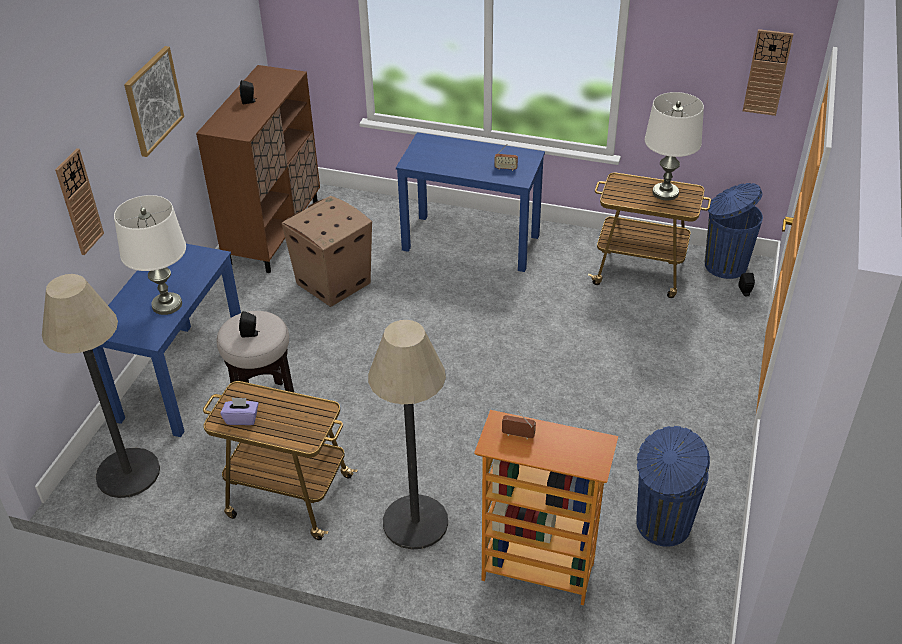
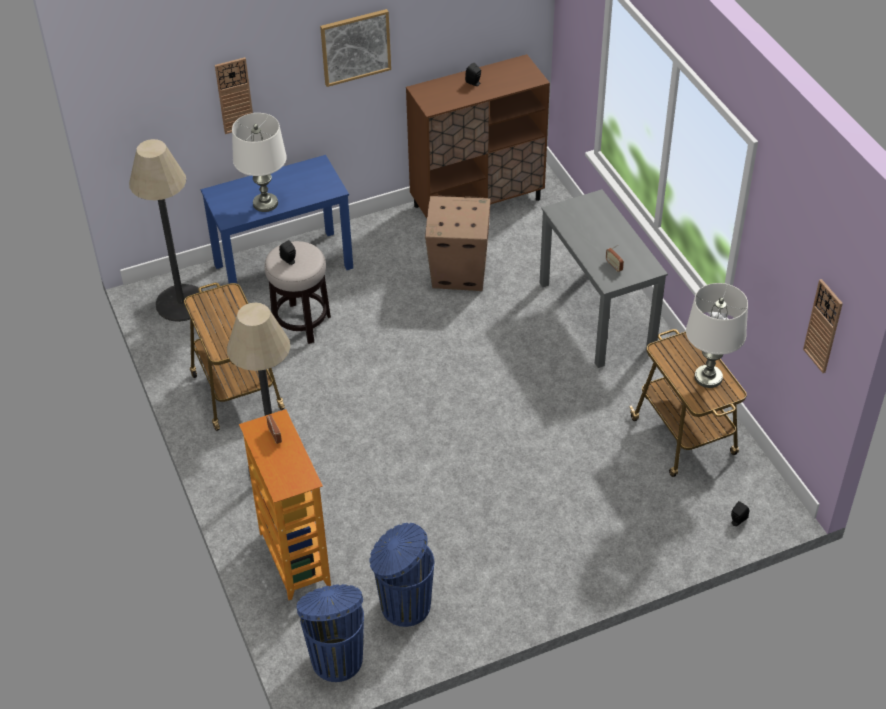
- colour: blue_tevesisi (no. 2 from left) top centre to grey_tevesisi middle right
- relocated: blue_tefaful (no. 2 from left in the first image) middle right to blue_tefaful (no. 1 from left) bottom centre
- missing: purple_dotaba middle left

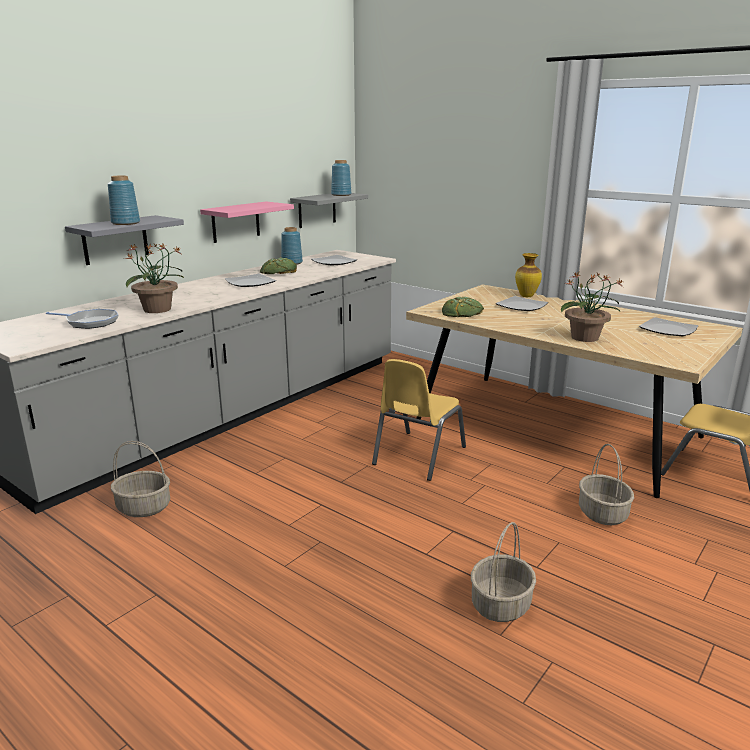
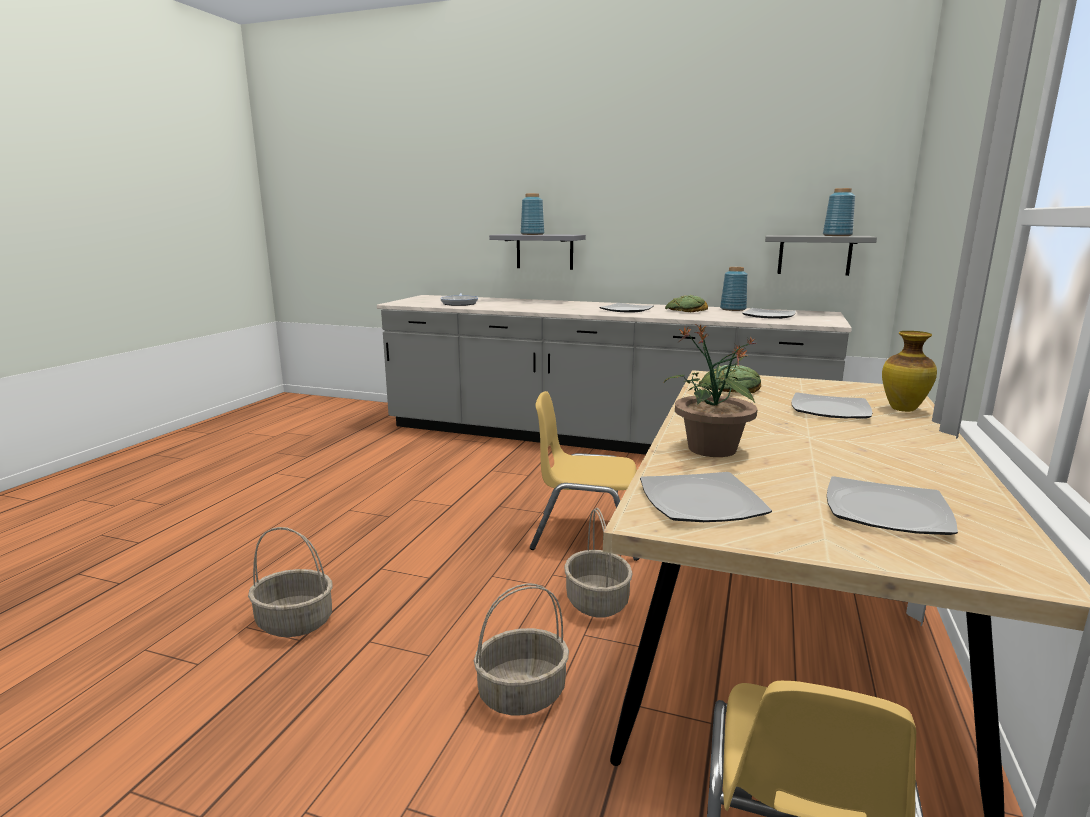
- missing: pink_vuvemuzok top left
- missing: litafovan (no. 1 from left) middle left
- relocated: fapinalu (no. 1 from left in the first image) middle left to fapinalu (no. 3 from left) bottom centre
- appeared: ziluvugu (no. 2 from left) centre

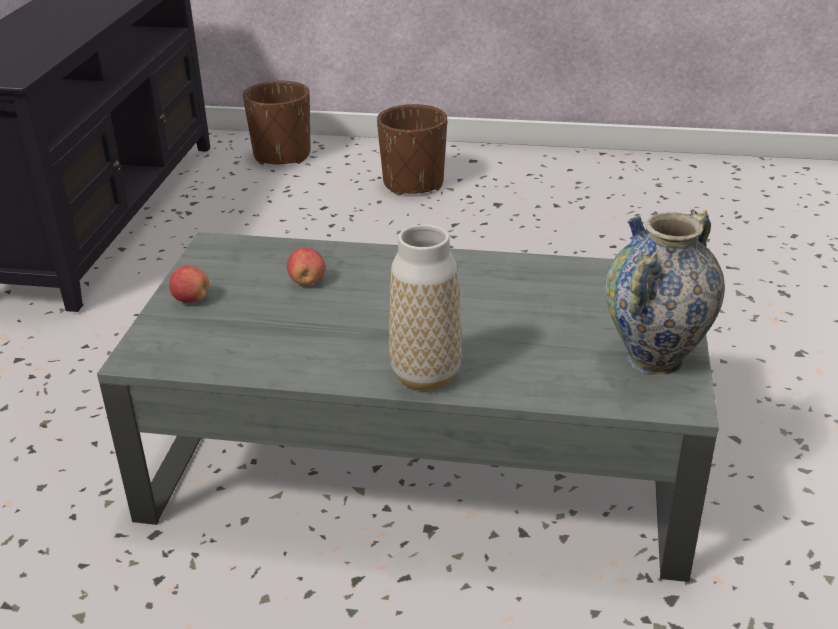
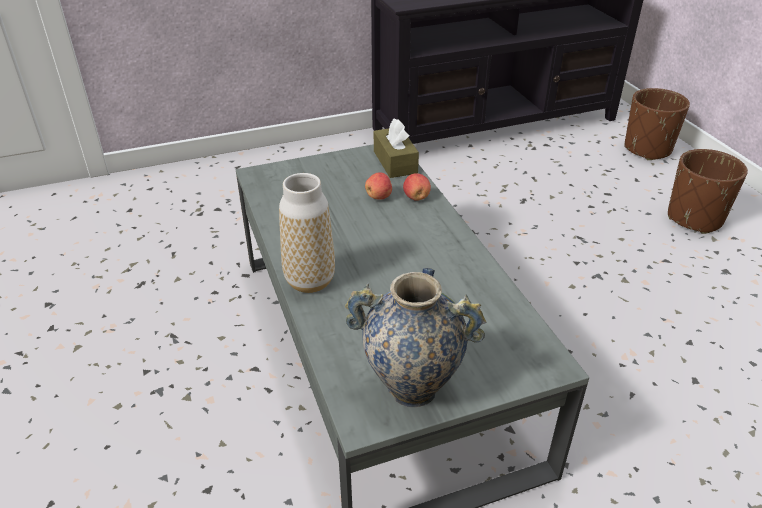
- relocated: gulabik (no. 1 from left in the first image) middle left to gulabik (no. 2 from left) centre
- appeared: brown_dotaba top centre

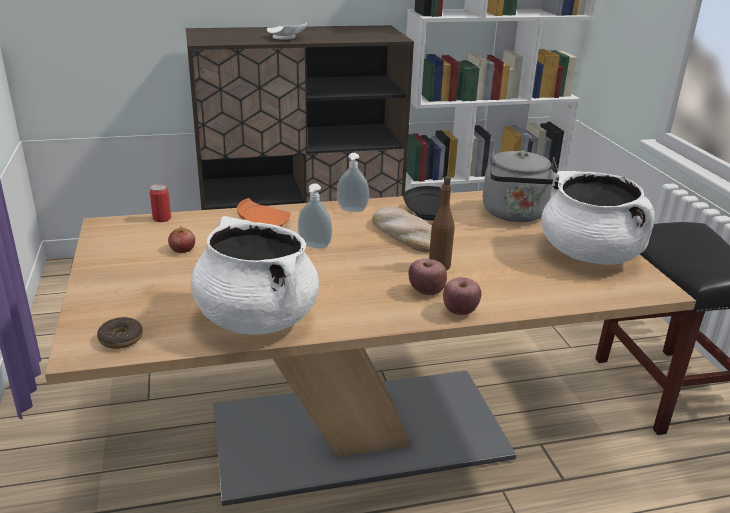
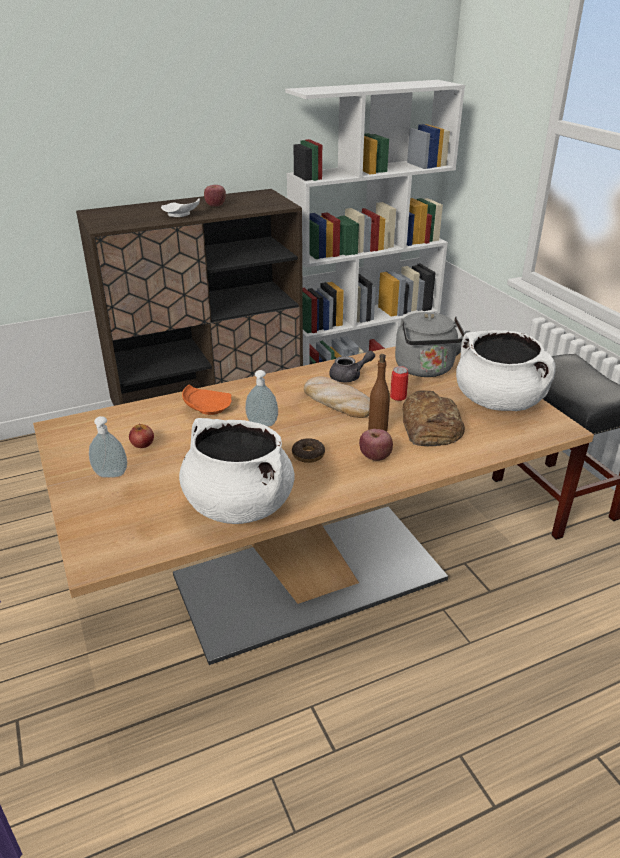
- relocated: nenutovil (no. 2 from left in the first image) centre to nenutovil (no. 1 from left) middle left
- relocated: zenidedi middle left to centre
- exchanged: black_ziluvugu centre to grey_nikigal centre
- relocated: gulabik (no. 3 from left in the first image) centre to gulabik (no. 2 from left) top centre
- relocated: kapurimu middle left to centre
- appeared: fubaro (no. 2 from left) middle right

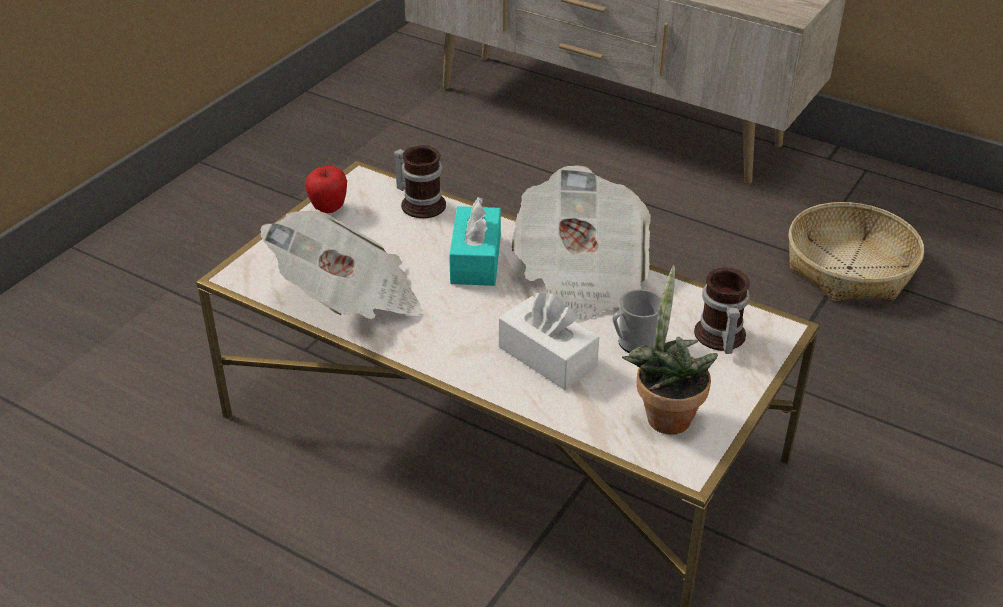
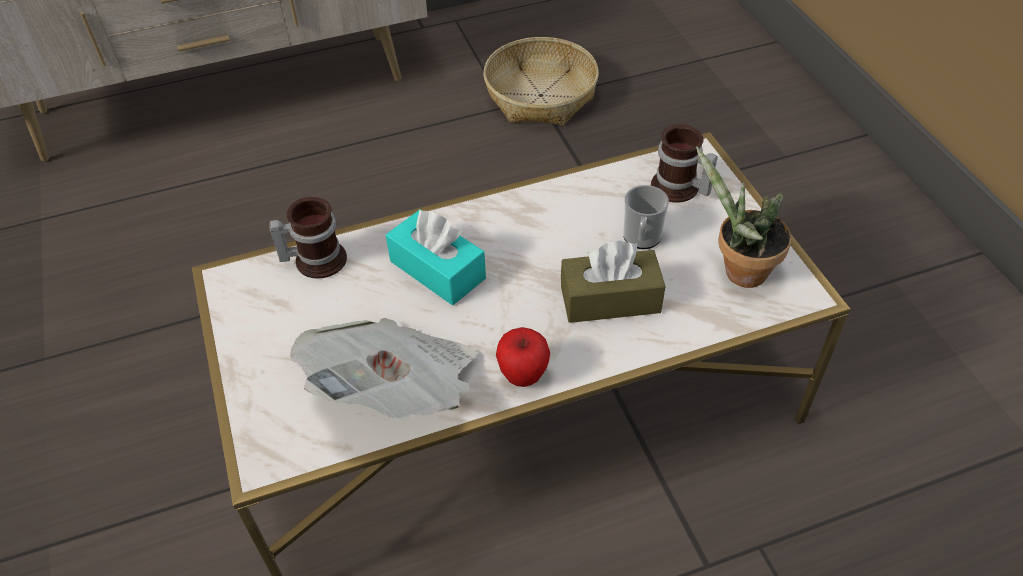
- missing: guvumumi (no. 2 from left) centre
- relocated: gulabik top left to centre
- colour: white_dotaba centre to brown_dotaba centre

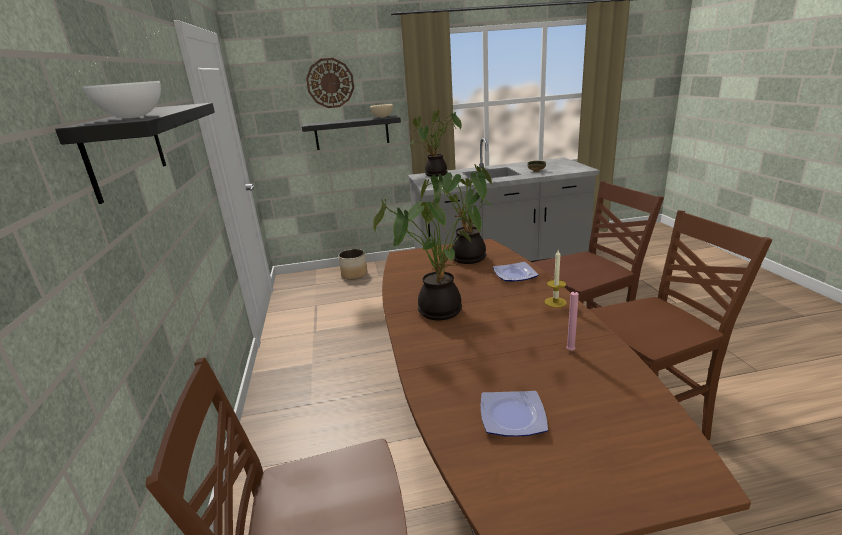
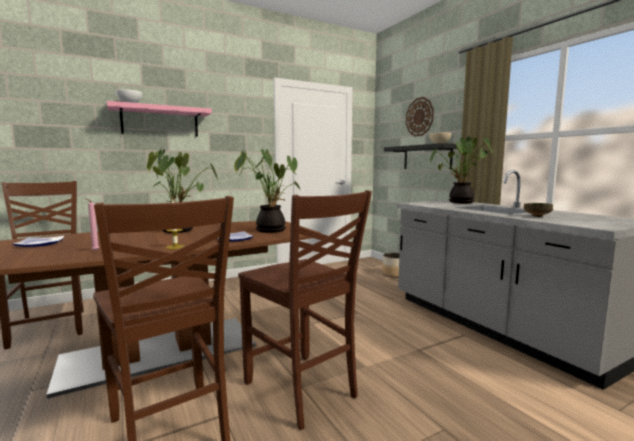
- colour: black_vuvemuzok (no. 1 from left) top left to pink_vuvemuzok top left

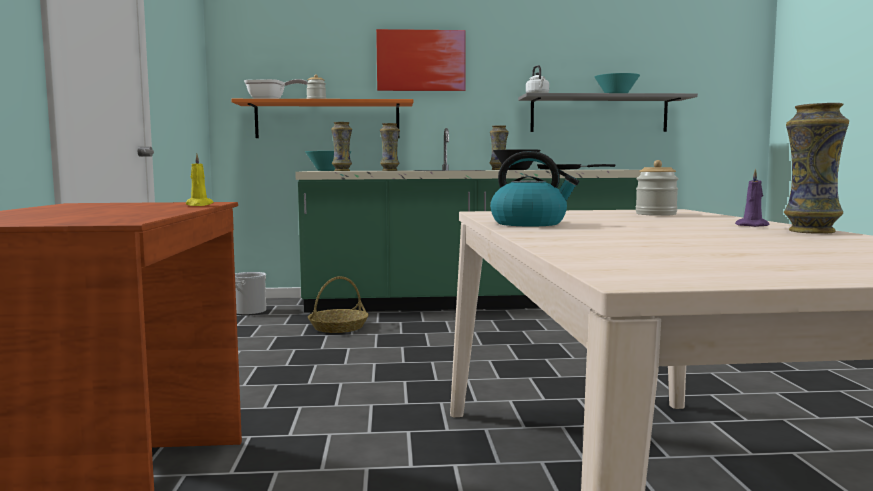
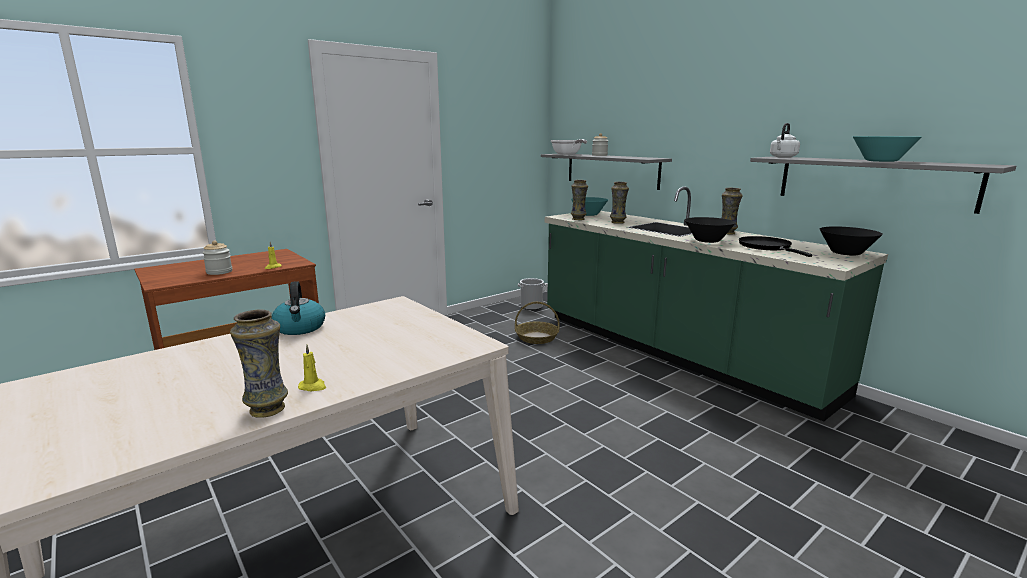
- missing: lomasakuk top centre
- colour: orange_vuvemuzok top centre to grey_vuvemuzok (no. 1 from left) top centre
- relocated: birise (no. 2 from left in the first image) middle right to birise (no. 1 from left) middle left
- colour: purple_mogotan middle right to yellow_mogotan (no. 2 from left) middle left
- appeared: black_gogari (no. 2 from left) middle right

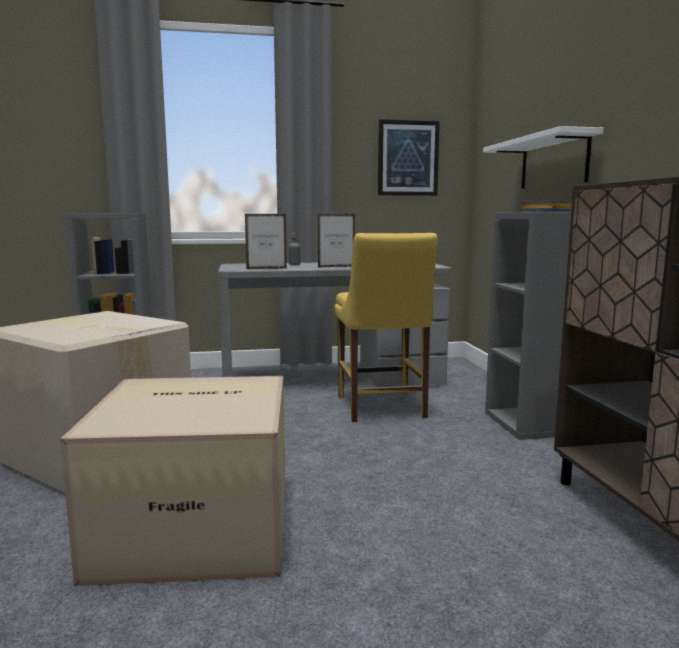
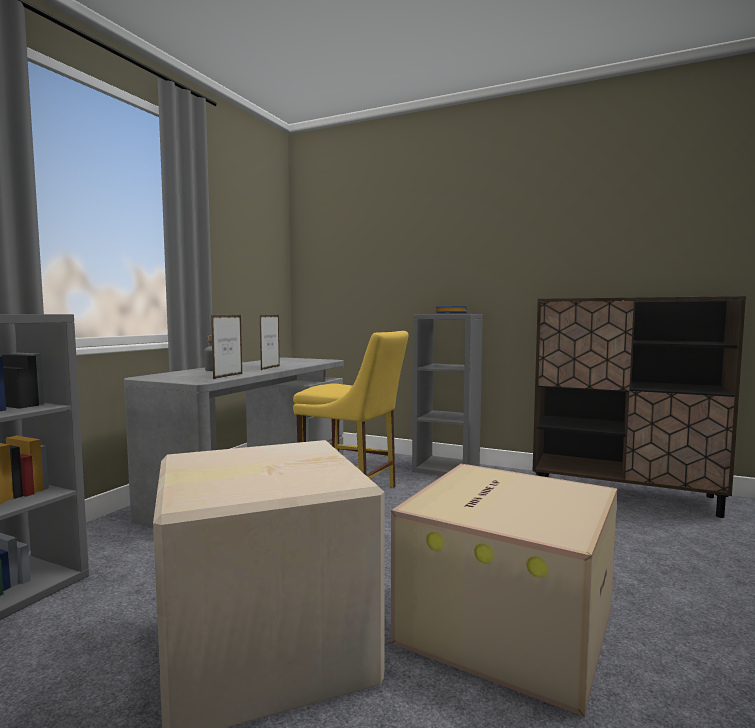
- missing: lomasakuk top centre
- missing: white_vuvemuzok top right

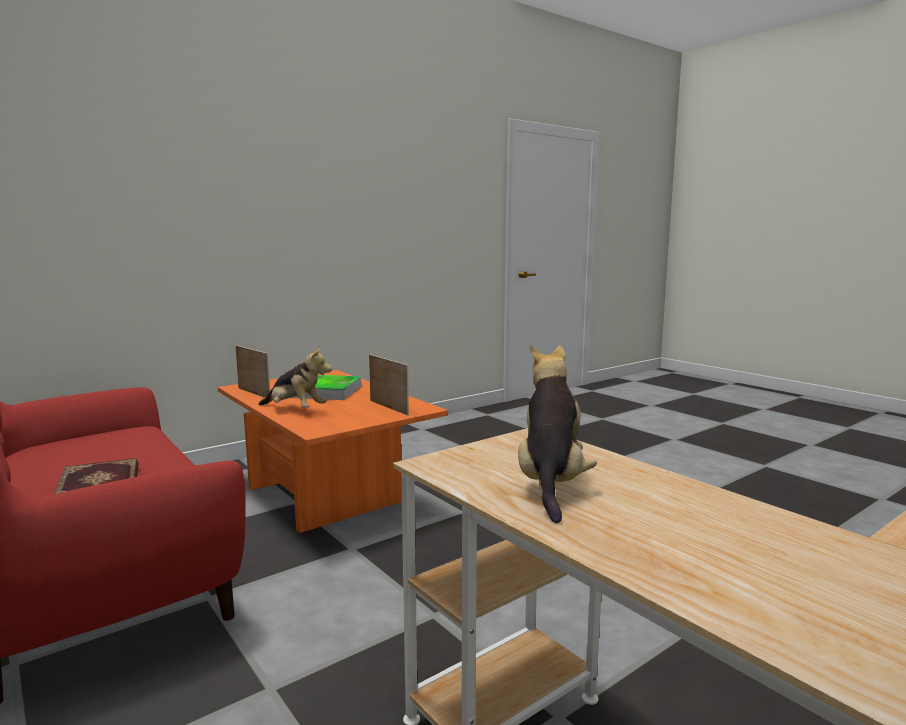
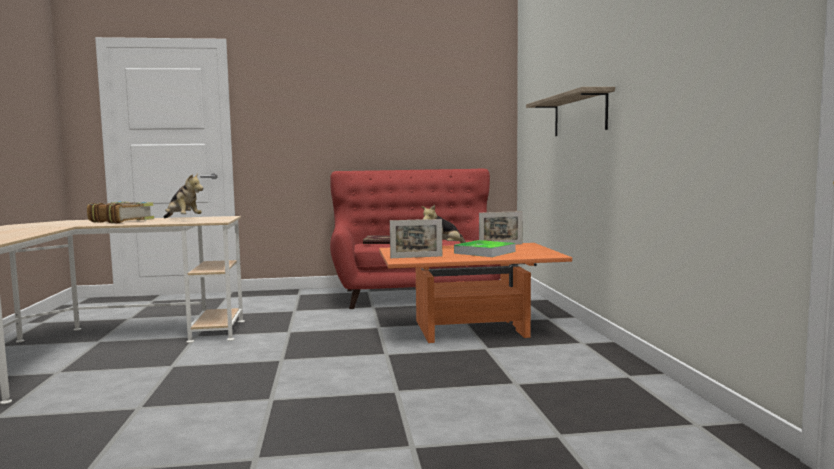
- appeared: vuvemuzok top right
- appeared: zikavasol (no. 1 from left) middle left

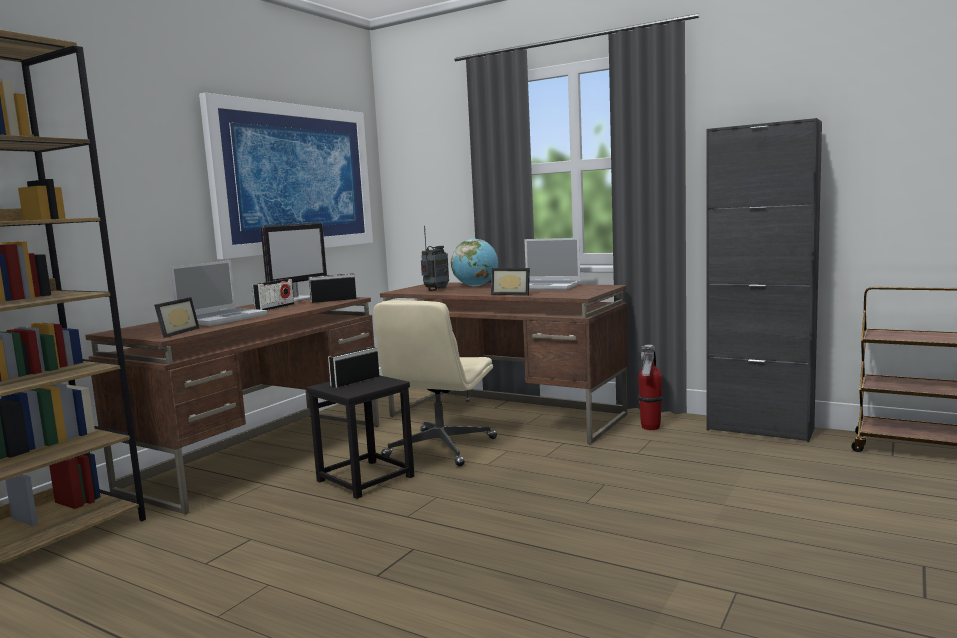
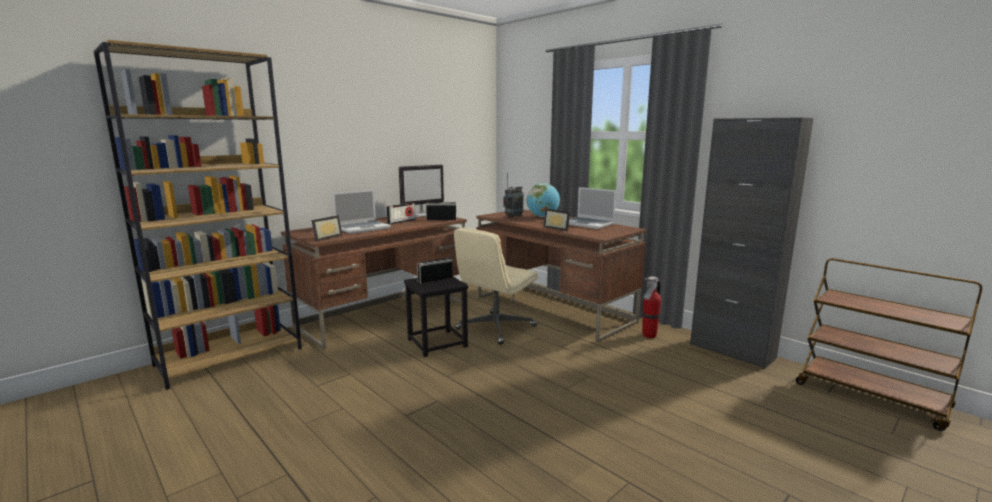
- missing: lomasakuk top left

